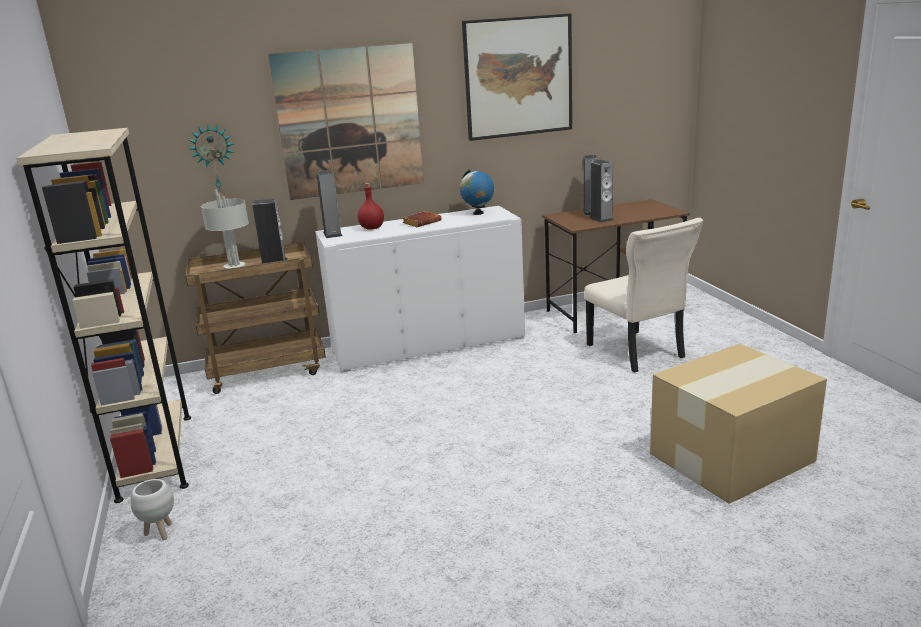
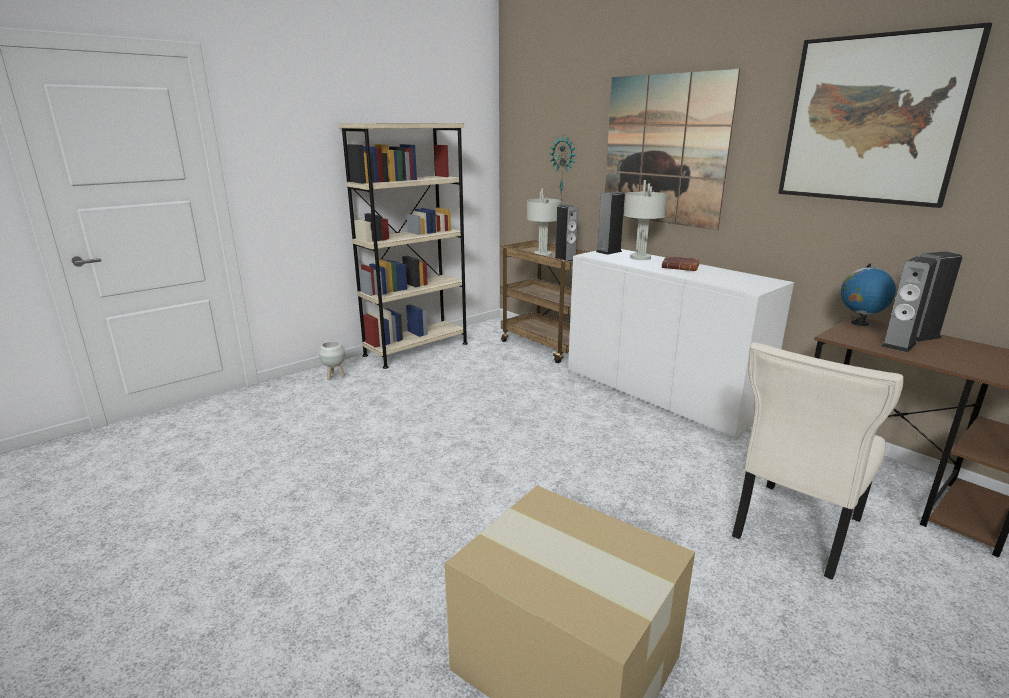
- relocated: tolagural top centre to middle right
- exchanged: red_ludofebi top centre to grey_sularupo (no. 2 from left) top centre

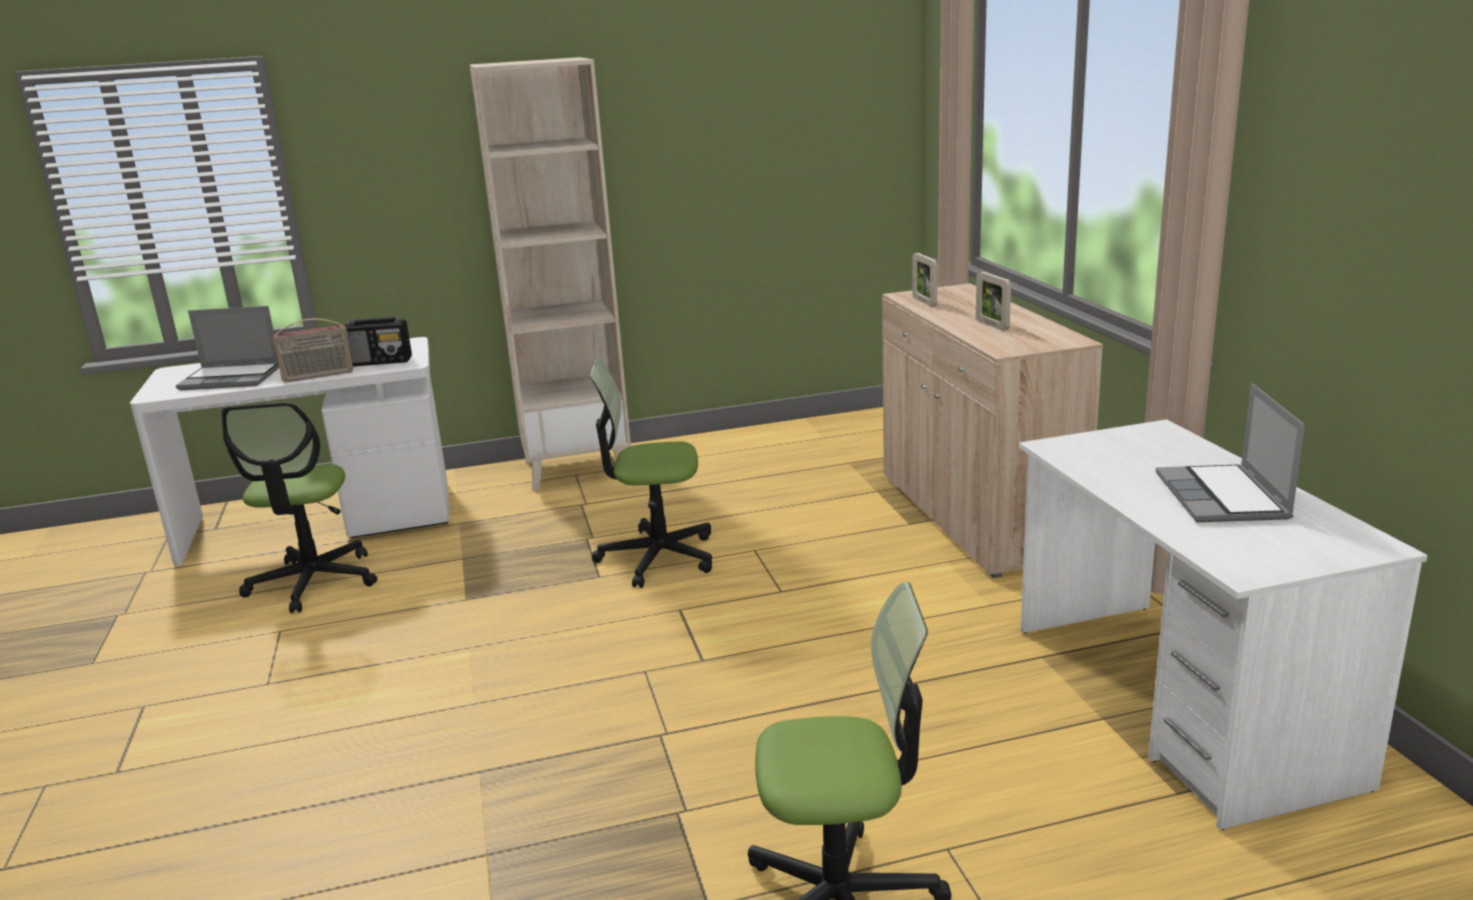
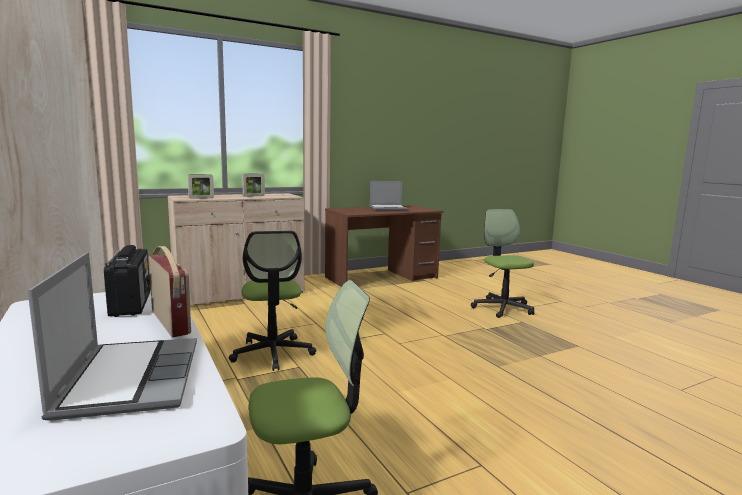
- colour: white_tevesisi (no. 2 from left) bottom right to brown_tevesisi centre

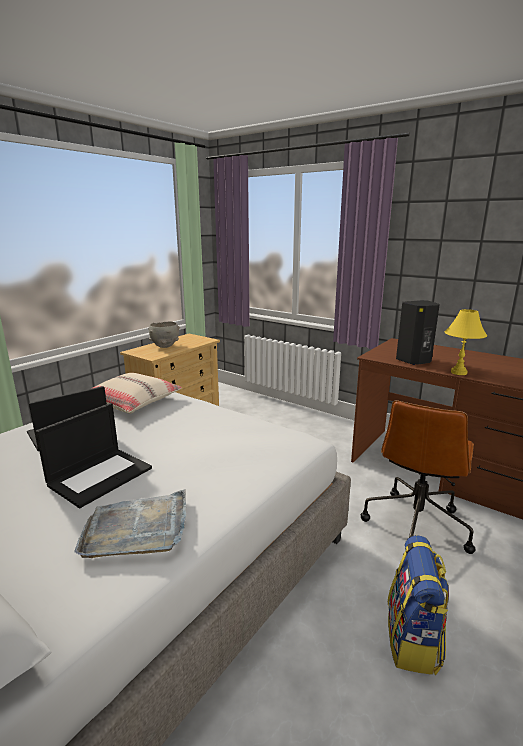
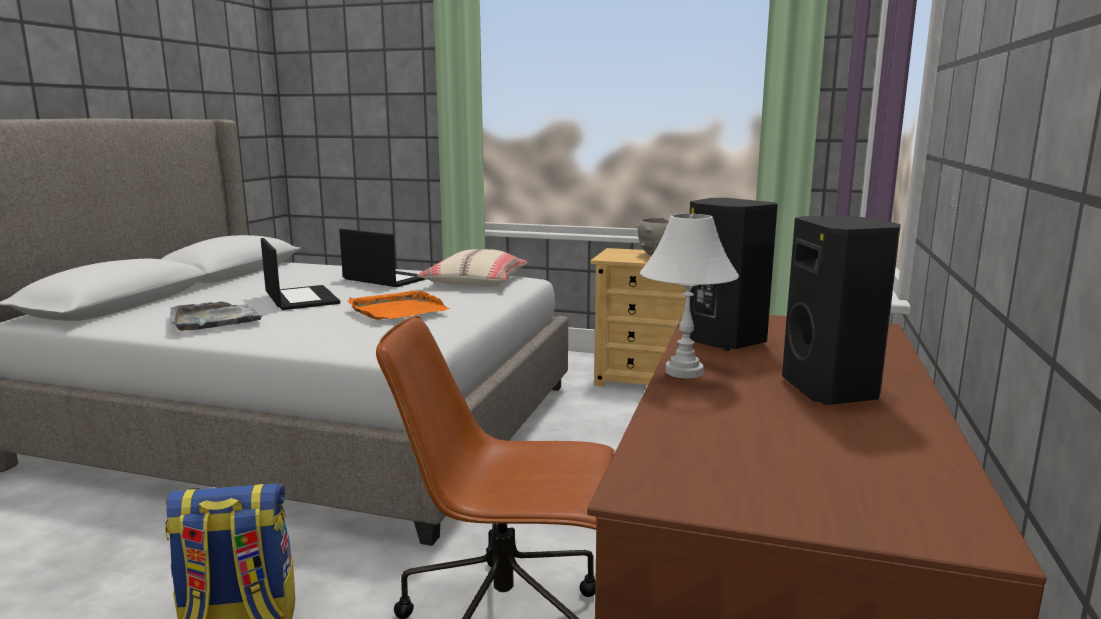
- colour: yellow_sularupo middle right to white_sularupo centre
- spun: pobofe (no. 2 from left in the first image) middle left = middle left 135 degrees counterclockwise
- appeared: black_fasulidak (no. 2 from left) middle right
- appeared: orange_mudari centre

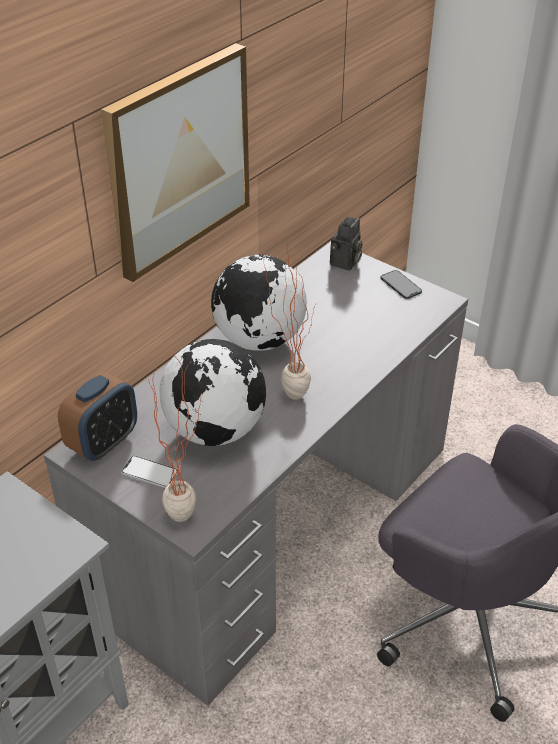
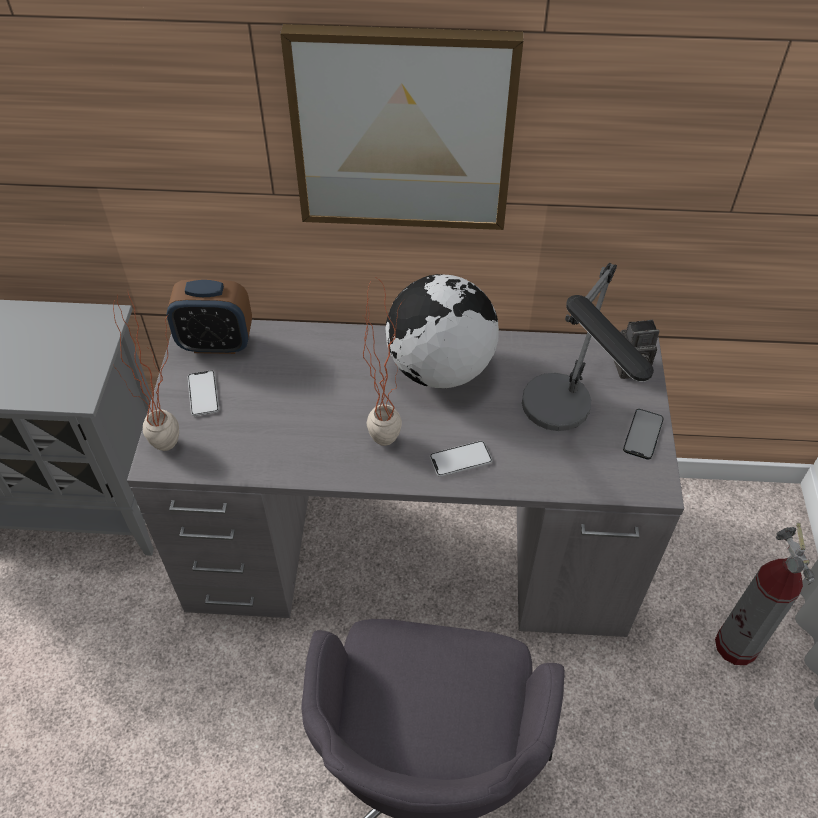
- missing: tolagural (no. 1 from left) centre
- appeared: sularupo middle right
- appeared: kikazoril (no. 2 from left) centre
- appeared: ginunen bottom right

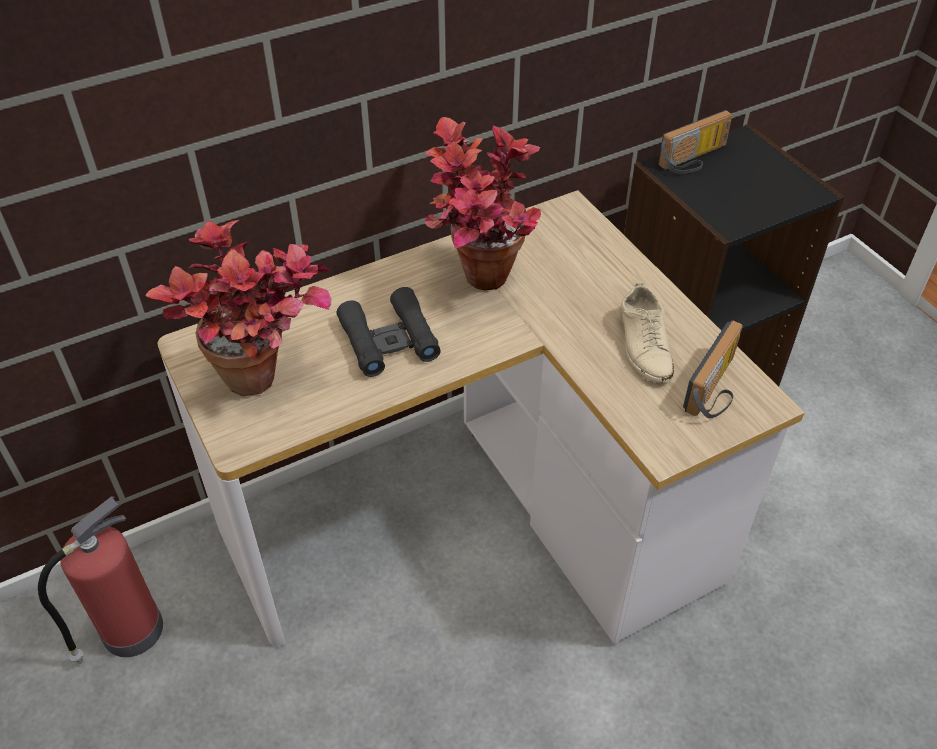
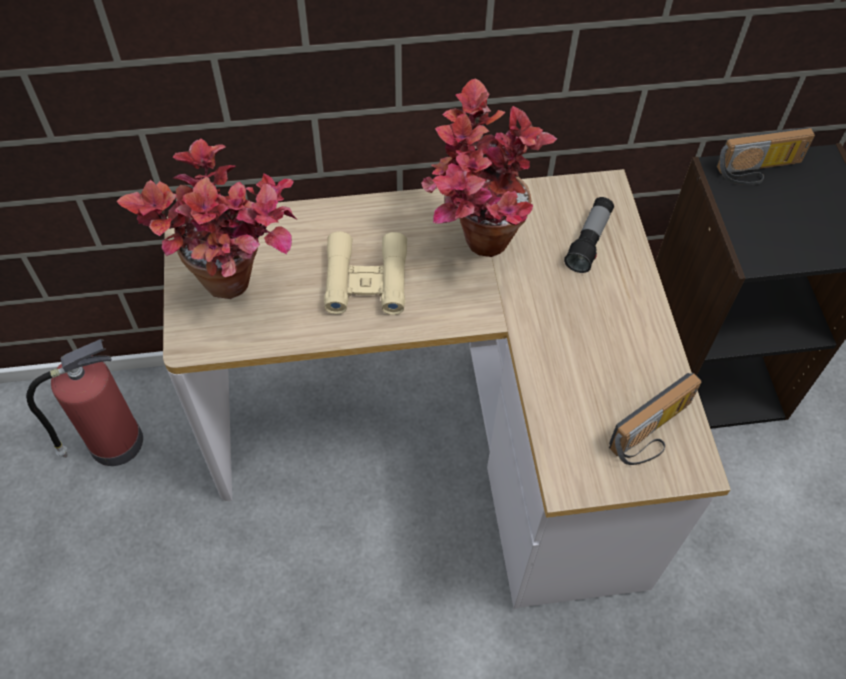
- missing: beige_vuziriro middle right
- colour: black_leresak centre to beige_leresak centre
- appeared: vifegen middle right

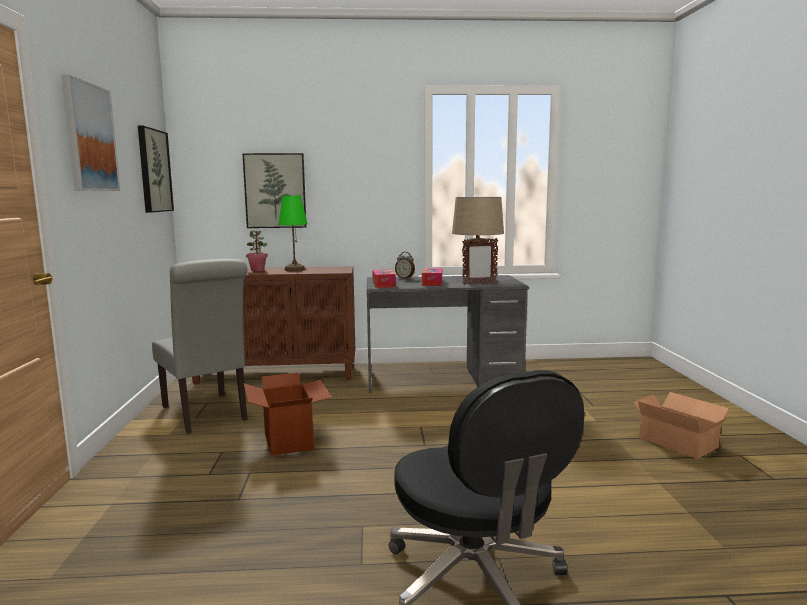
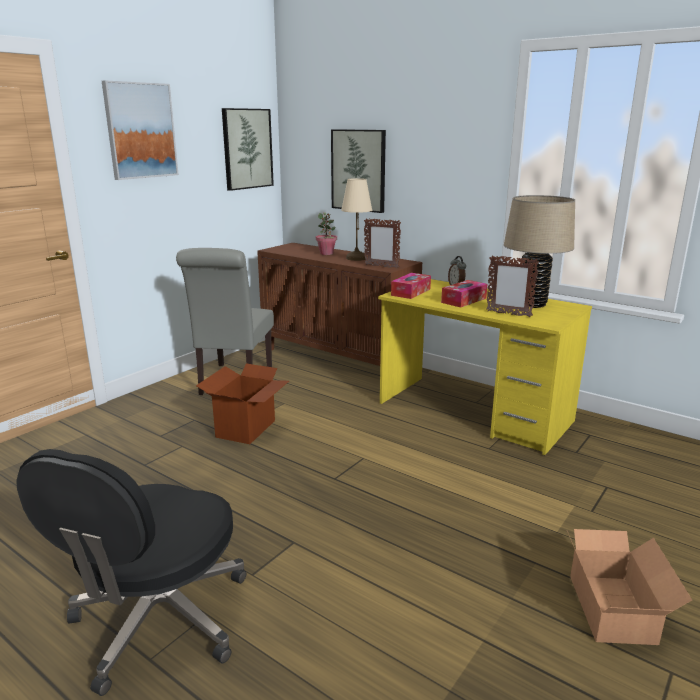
- colour: green_sularupo centre to beige_sularupo (no. 1 from left) top centre
- colour: grey_tevesisi centre to yellow_tevesisi middle right
- appeared: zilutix (no. 1 from left) centre

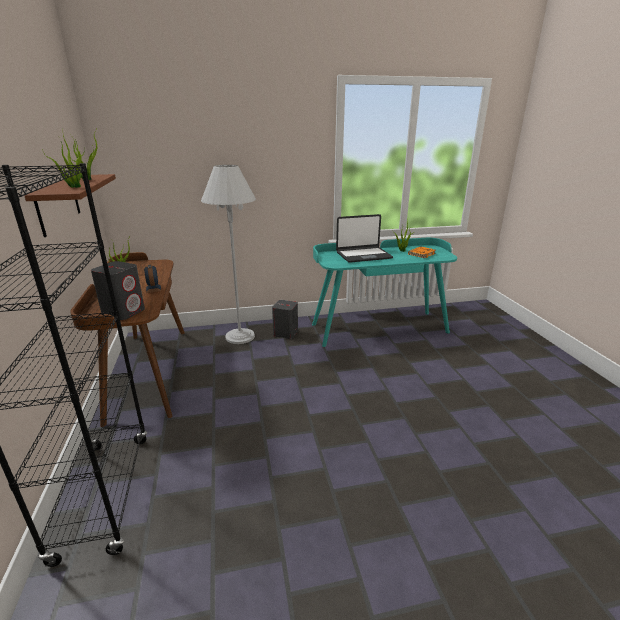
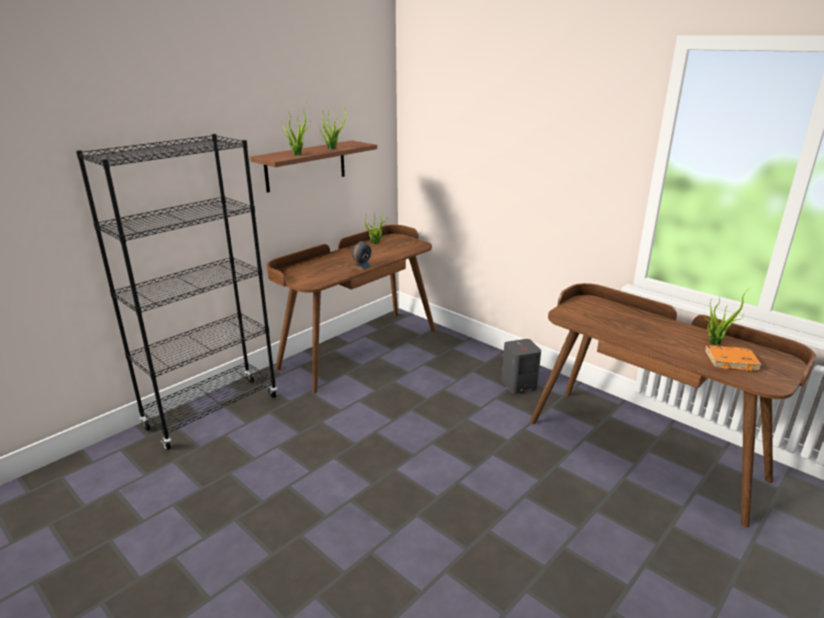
- missing: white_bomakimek centre
- missing: pobofe centre
- colour: turquoise_tevesisi centre to brown_tevesisi (no. 2 from left) middle right
- missing: grey_fasulidak (no. 1 from left) middle left

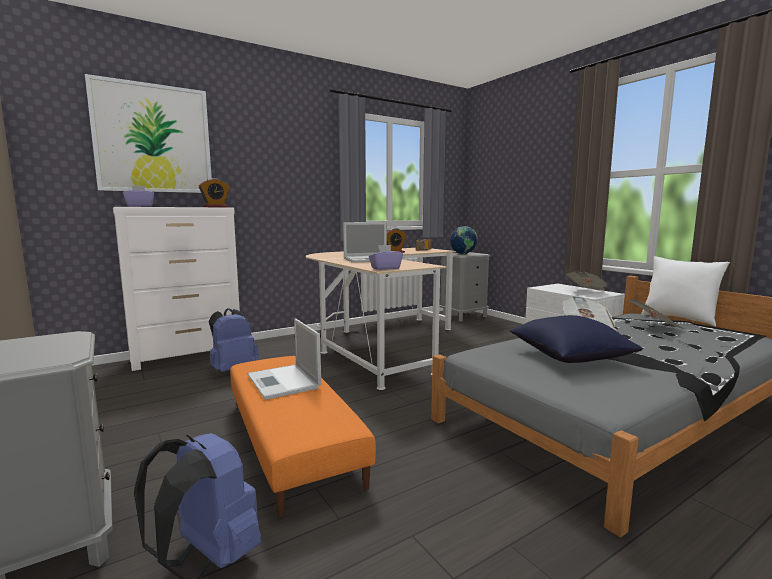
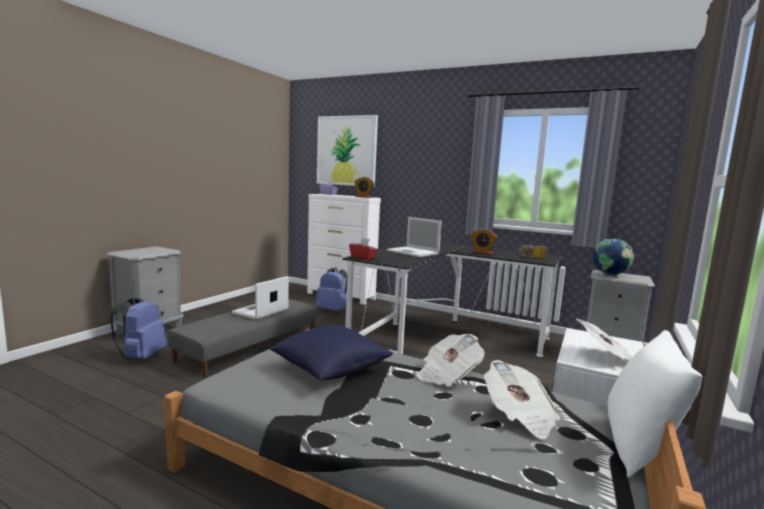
- colour: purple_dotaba (no. 2 from left) centre to red_dotaba centre
- colour: beige_tevesisi centre to black_tevesisi centre
- colour: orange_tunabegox bottom centre to grey_tunabegox middle left

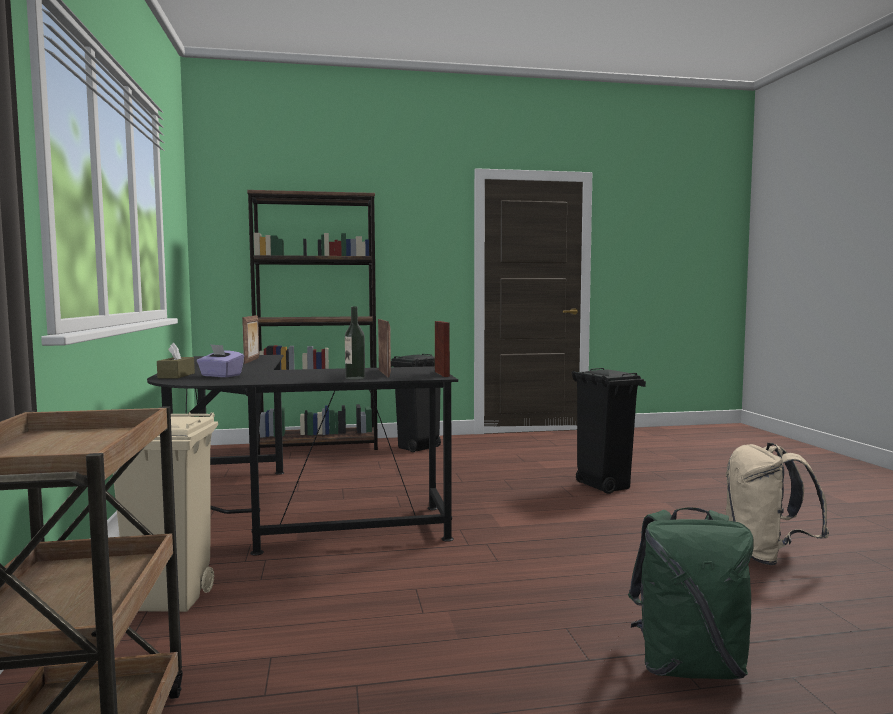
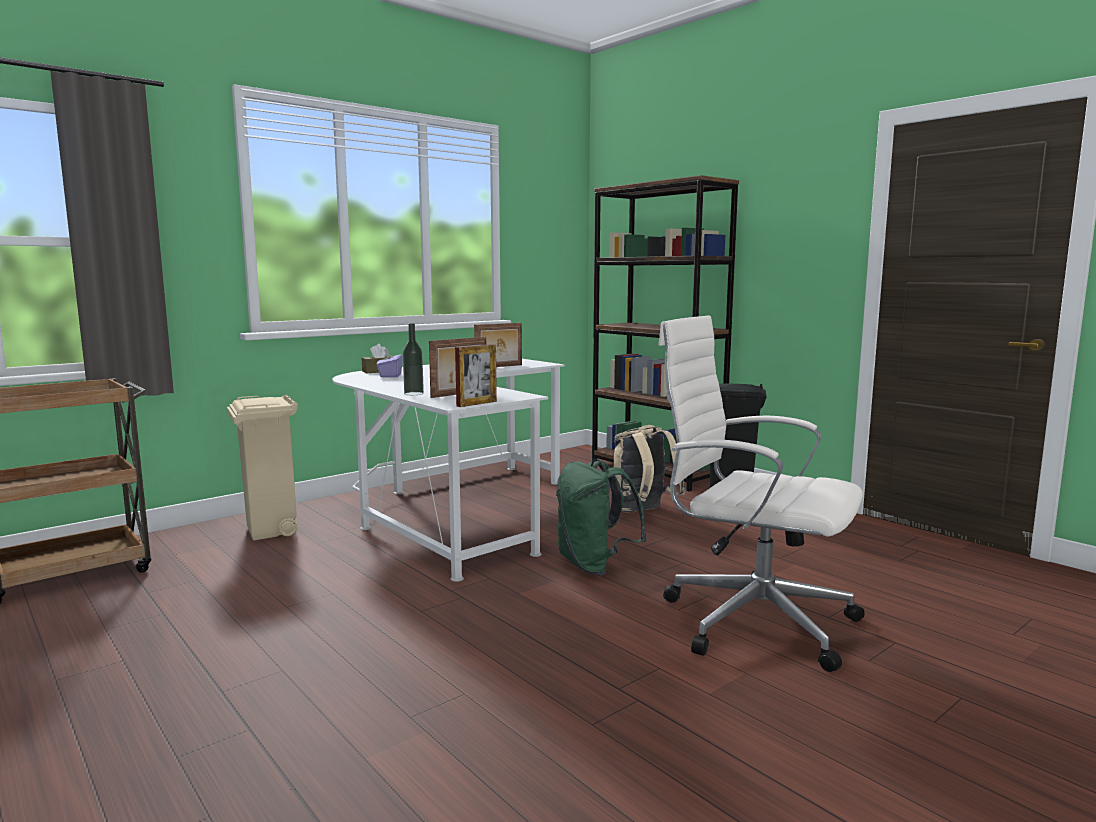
- colour: black_tevesisi centre to white_tevesisi centre
- exchanged: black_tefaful (no. 2 from left) middle right to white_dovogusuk middle right
- relocated: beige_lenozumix bottom right to centre
- relocated: green_lenozumix bottom right to centre

